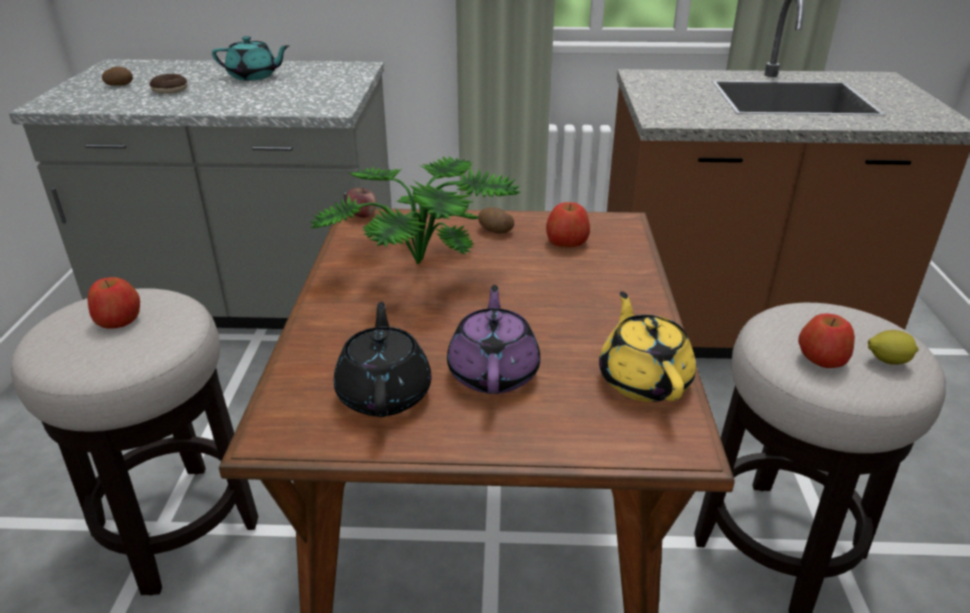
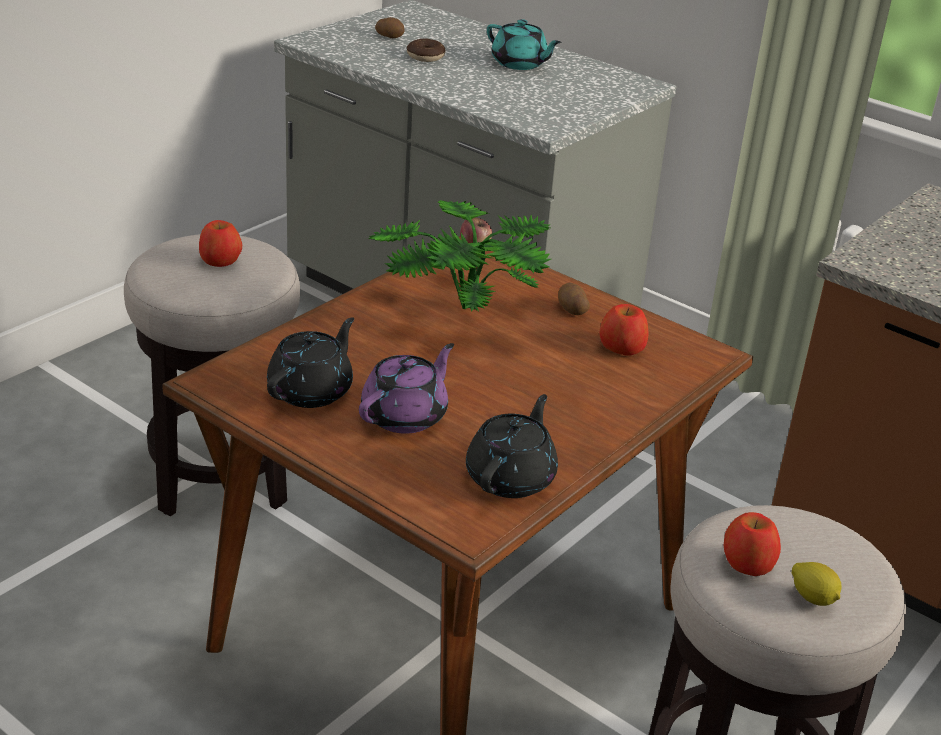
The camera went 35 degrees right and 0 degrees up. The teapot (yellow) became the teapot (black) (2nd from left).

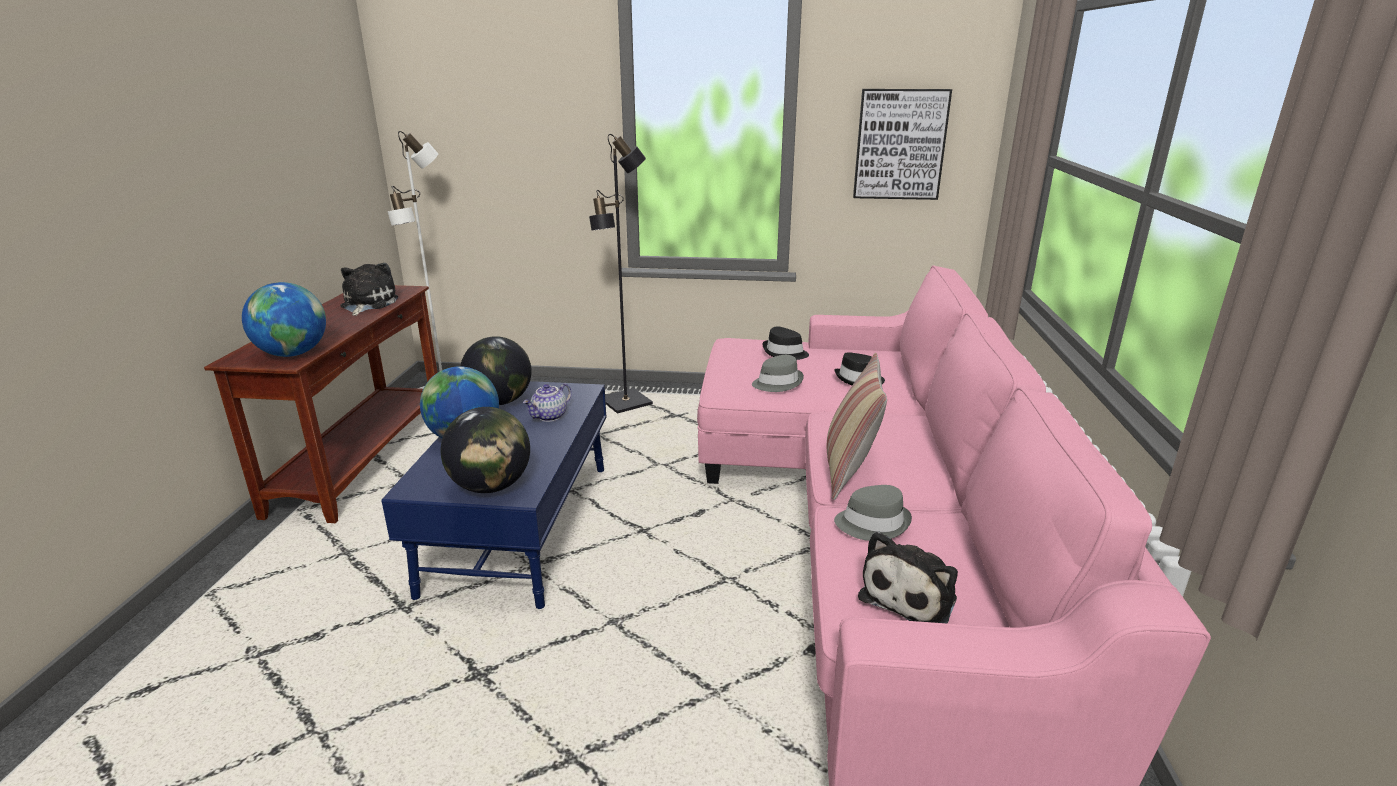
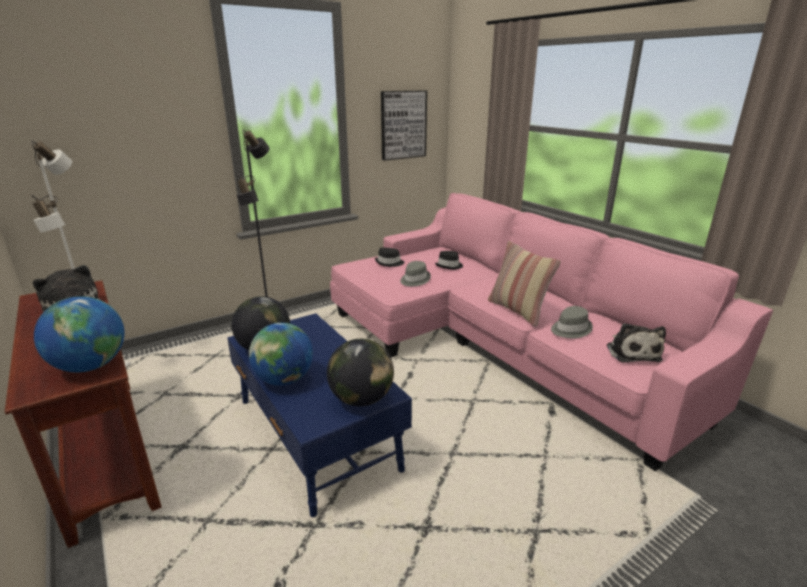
The camera went 40 degrees left and 0 degrees up. The teapot disappeared.

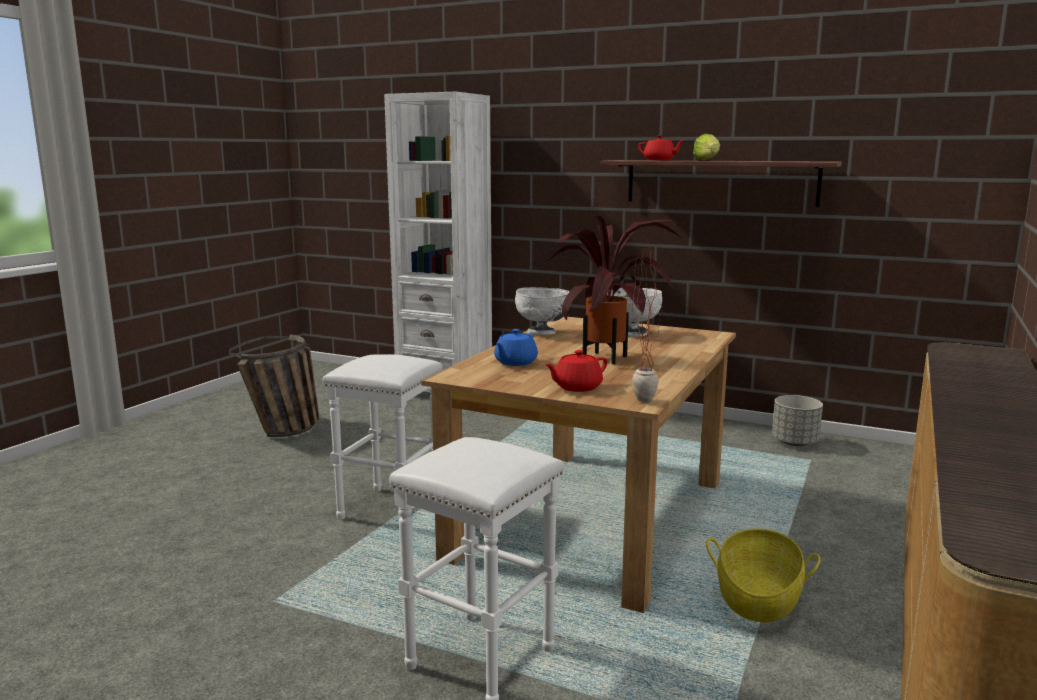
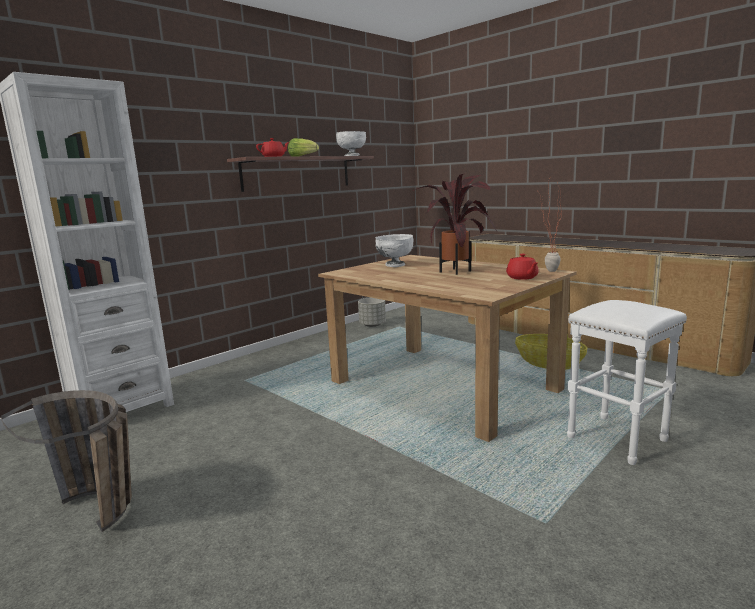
The camera went 70 degrees left and 0 degrees up. The bowl (white) (1st from left) moved. The teapot (blue) disappeared. The stool (white) (1st from left) disappeared.

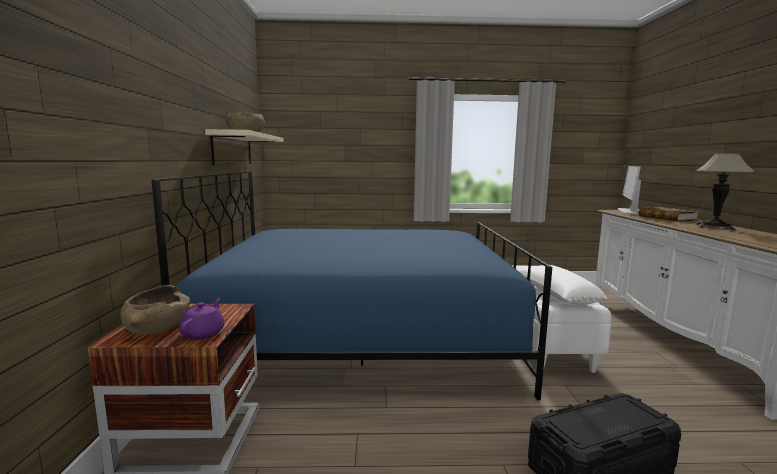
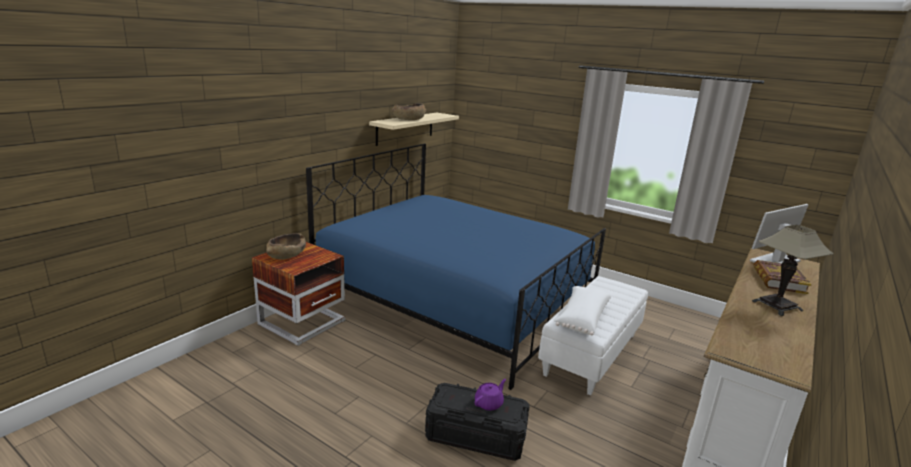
The camera went 35 degrees right and 10 degrees up. The teapot (purple) moved.

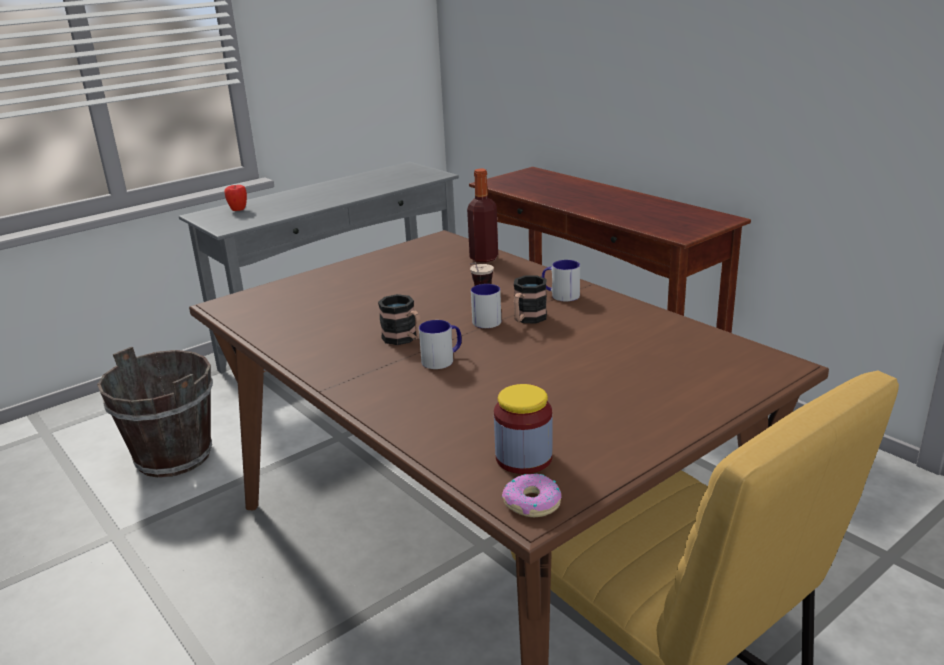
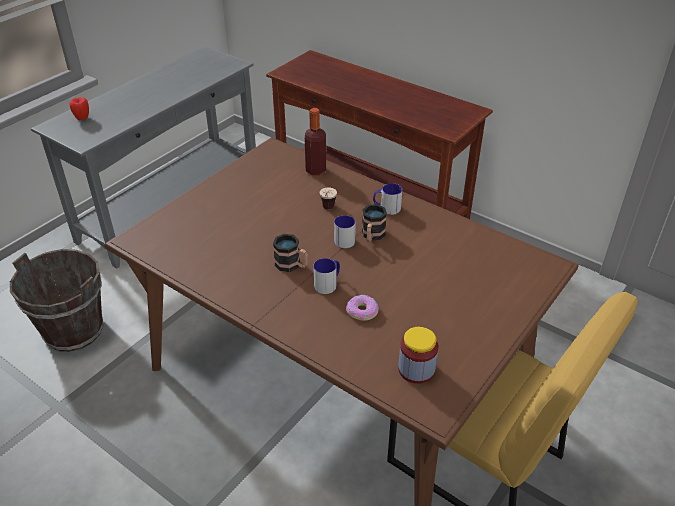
The camera went 15 degrees left and 15 degrees up. The donut moved.

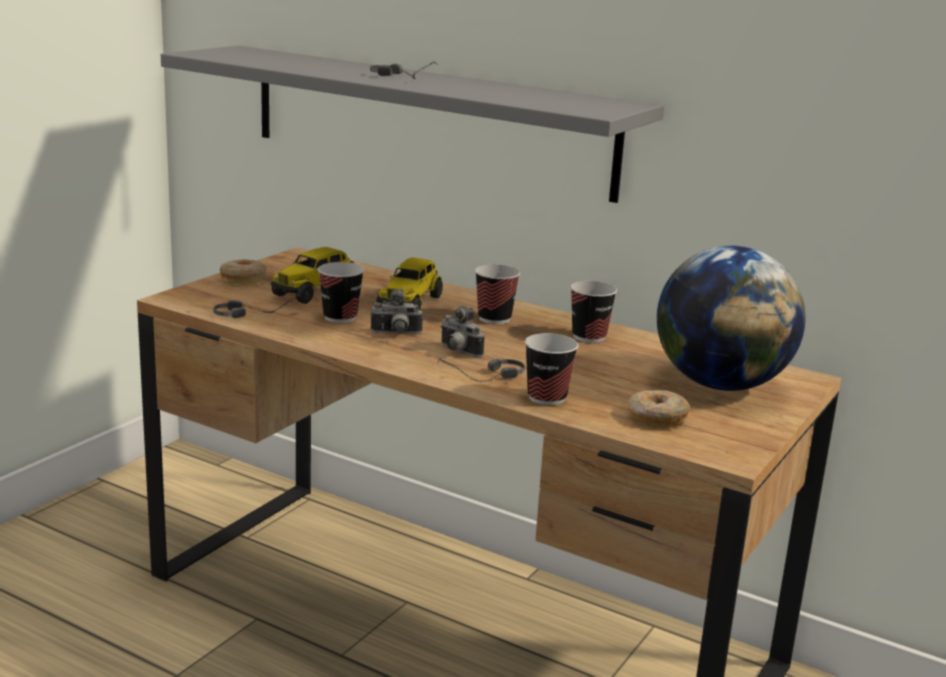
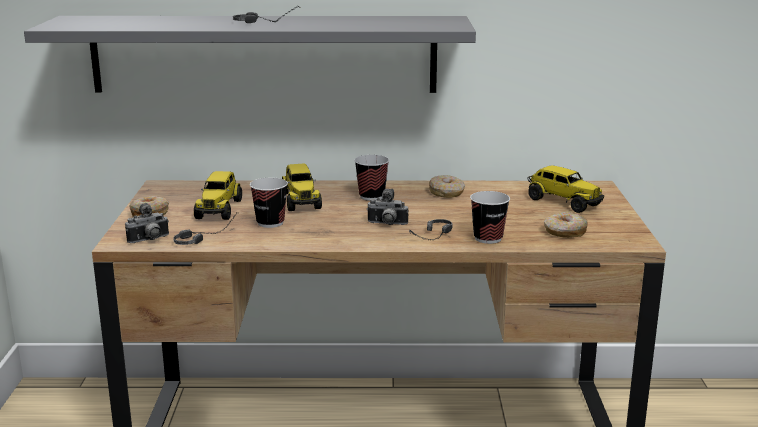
The camera went 30 degrees left and 0 degrees up. The globe was replaced by the toy truck (3rd from left). The cup (4th from left) was replaced by the donut (2nd from left). The photo camera (1st from left) moved.

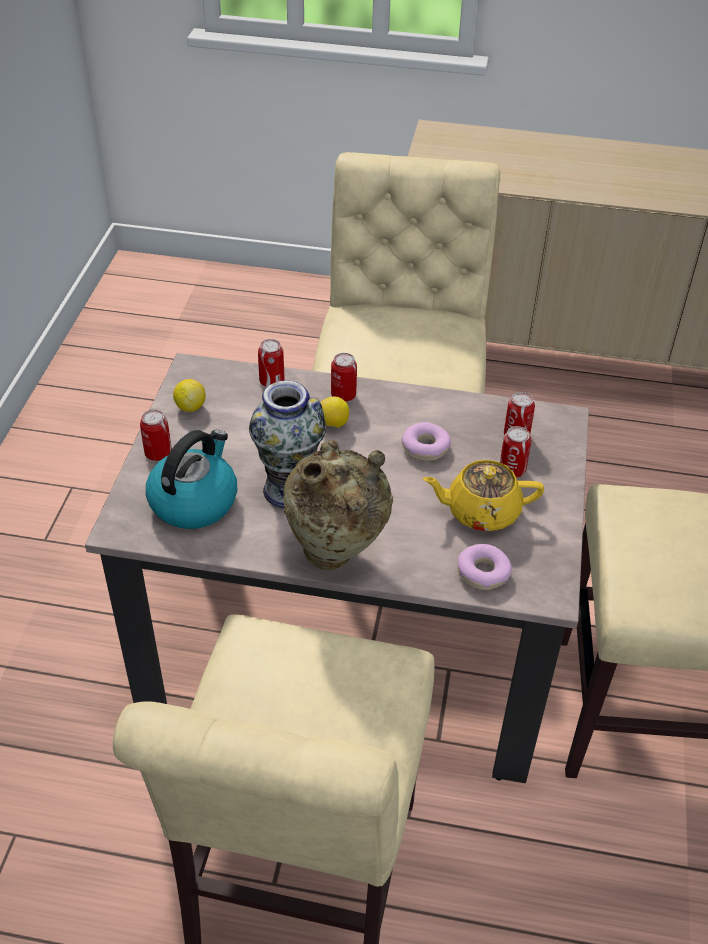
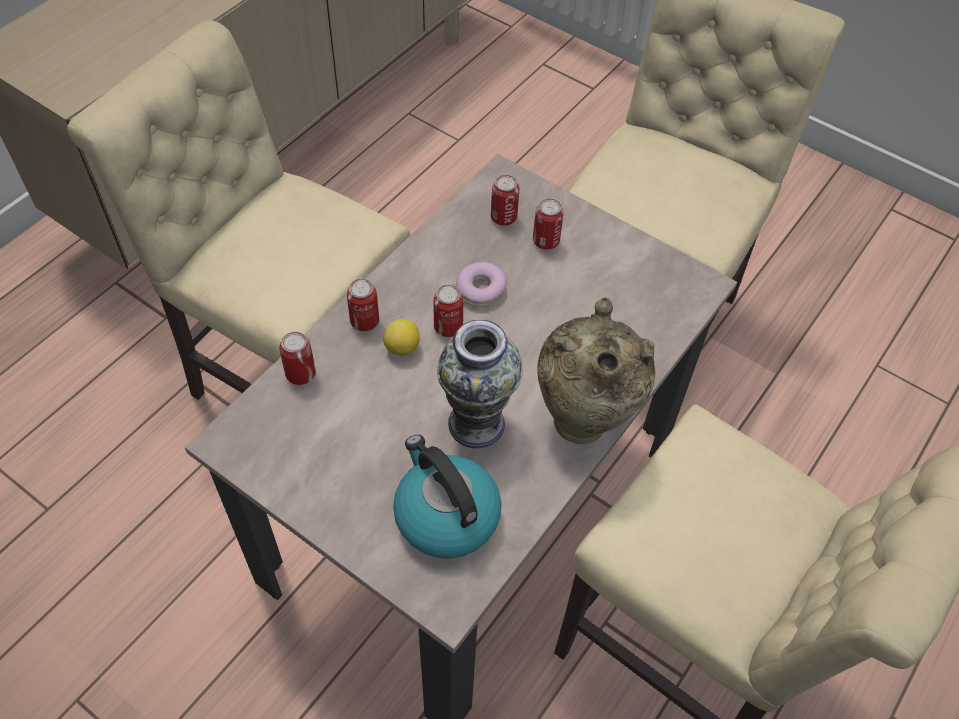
The camera went 65 degrees left and 10 degrees up. The lemon (1st from left) disappeared. The can (1st from left in the first image) moved. The teapot (yellow) disappeared. The donut (2nd from left) disappeared.

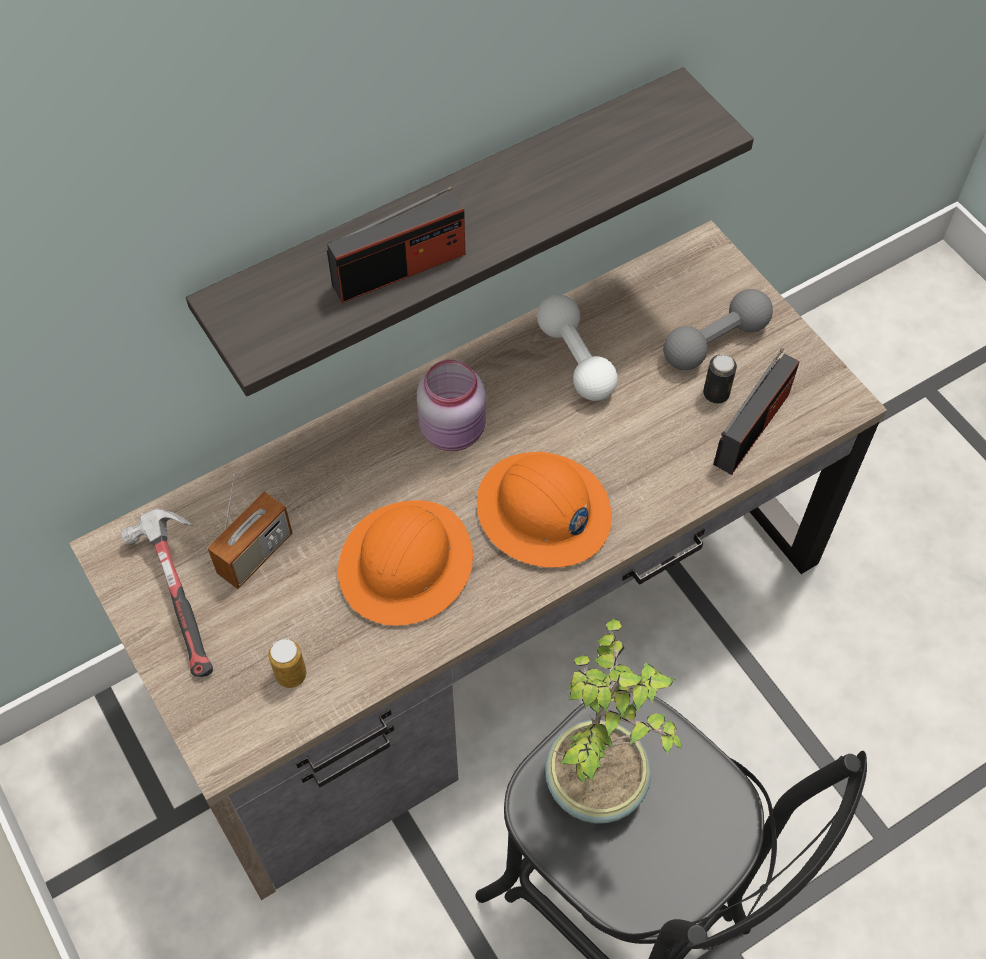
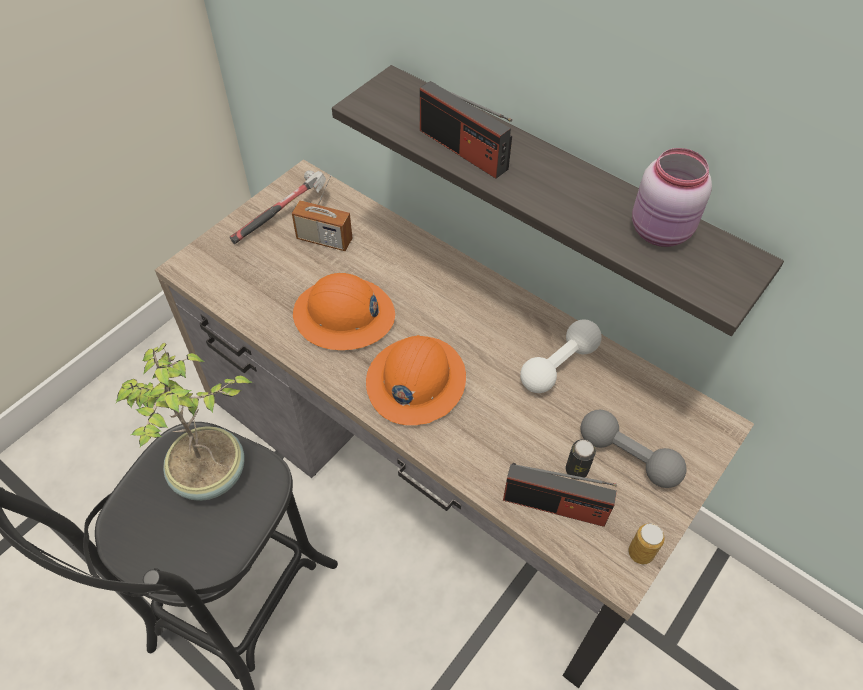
The camera went 70 degrees right and 5 degrees down. The jar (pink) moved. The can (1st from left in the first image) moved.

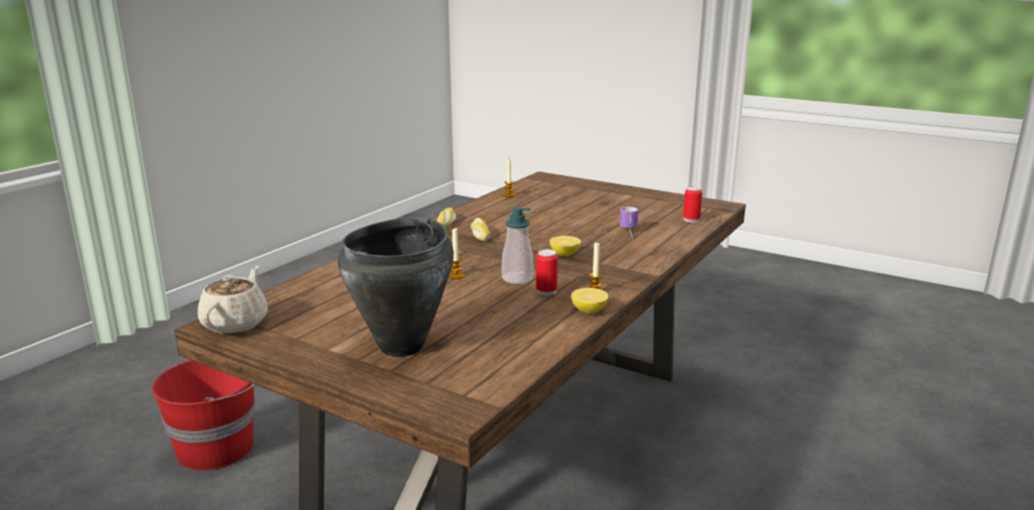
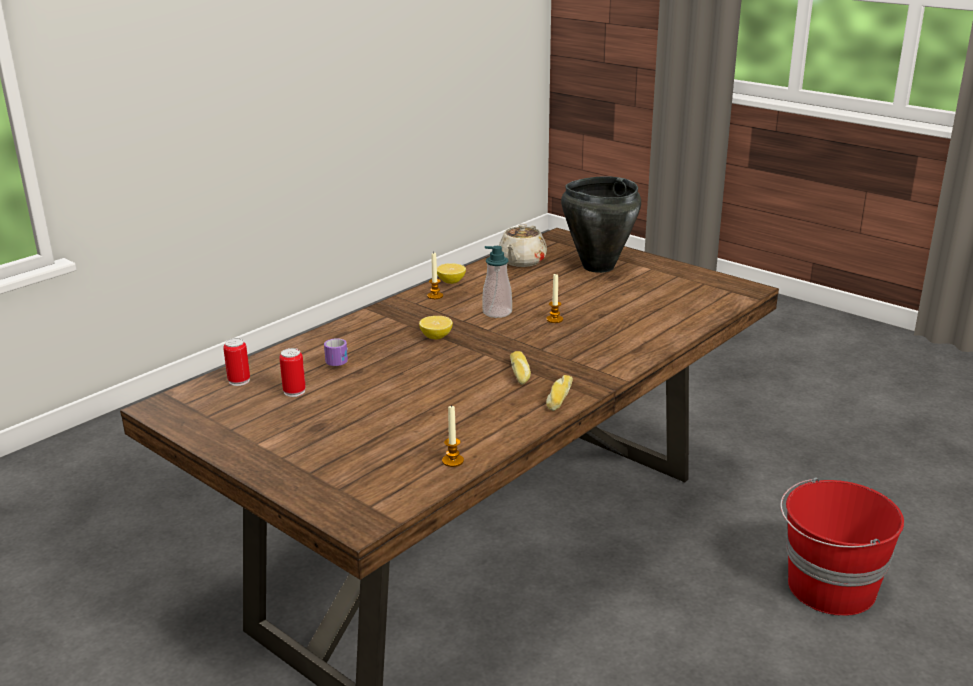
The camera went 170 degrees left and 5 degrees up. The can (1st from left in the first image) moved. The teapot (beige) moved.

